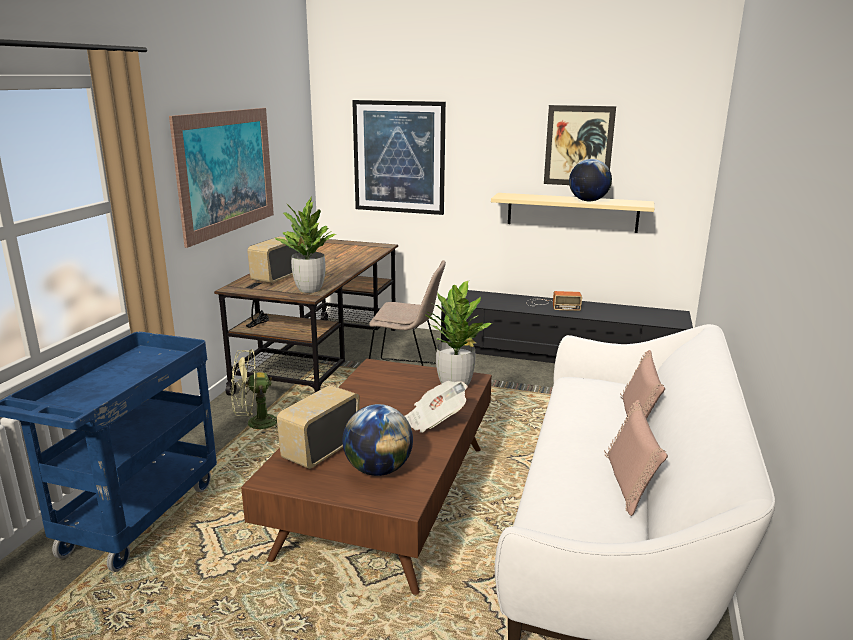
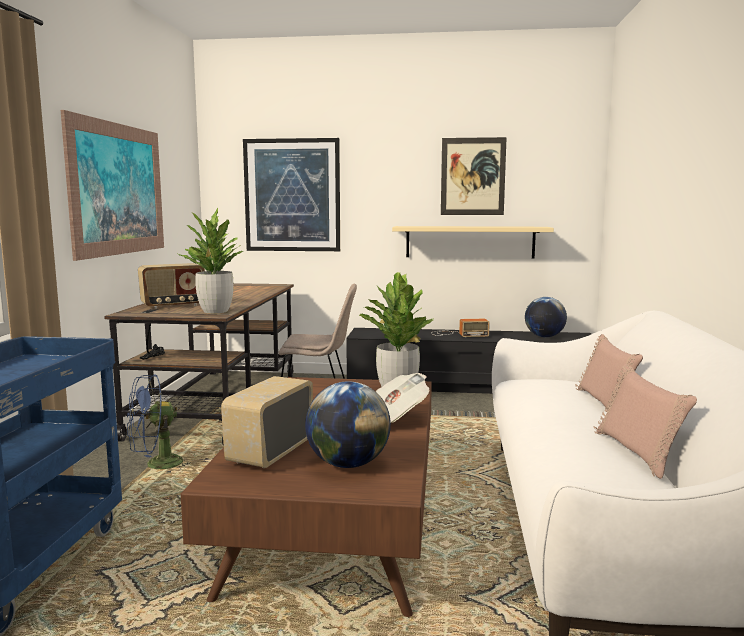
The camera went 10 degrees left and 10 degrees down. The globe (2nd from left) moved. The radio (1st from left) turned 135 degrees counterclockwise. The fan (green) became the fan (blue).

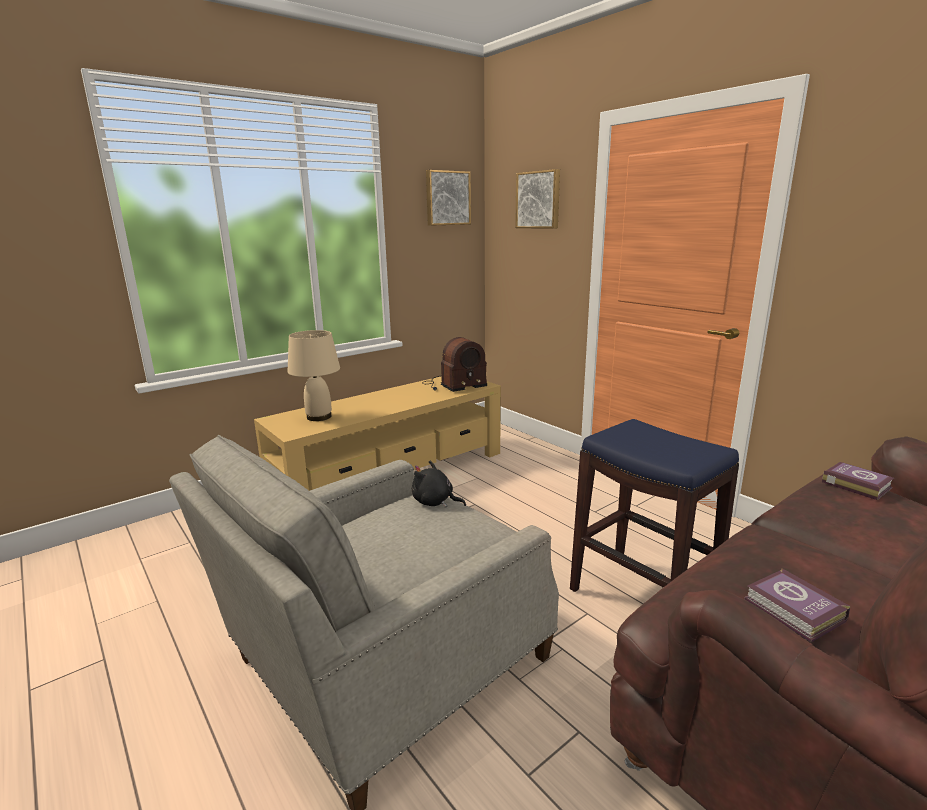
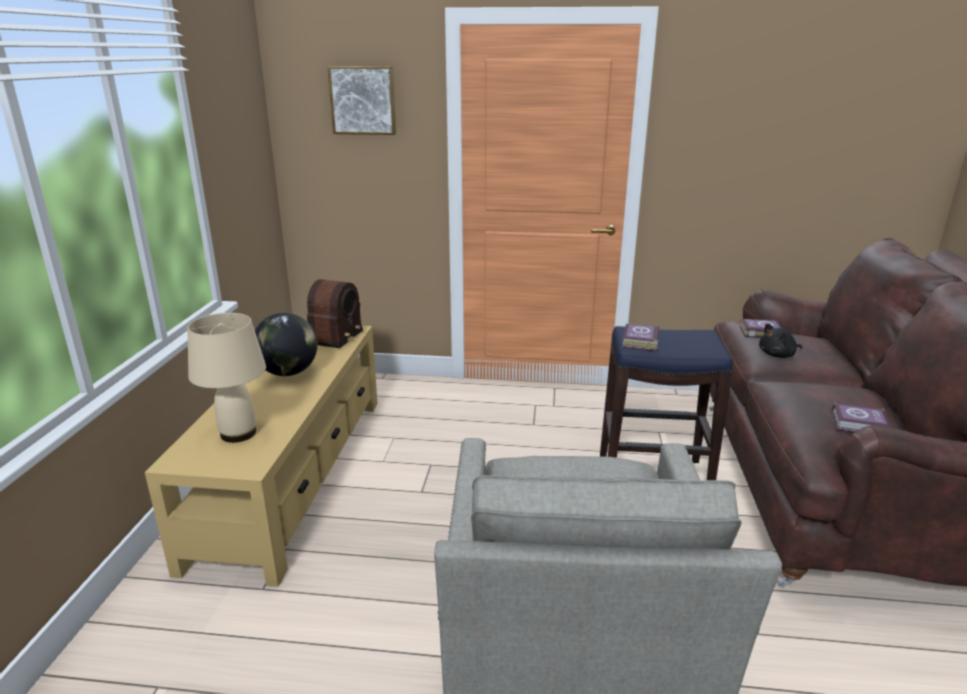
The camera went 45 degrees left and 5 degrees up. The picture (1st from left) disappeared. The plush toy (black) moved. The globe appeared. The book (1st from left) appeared.

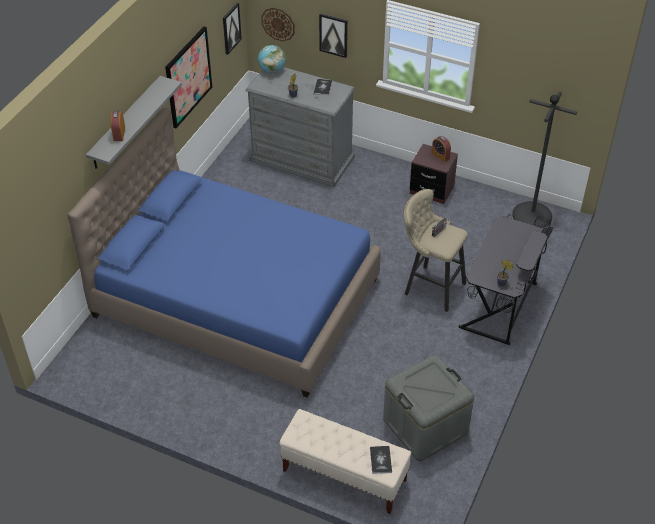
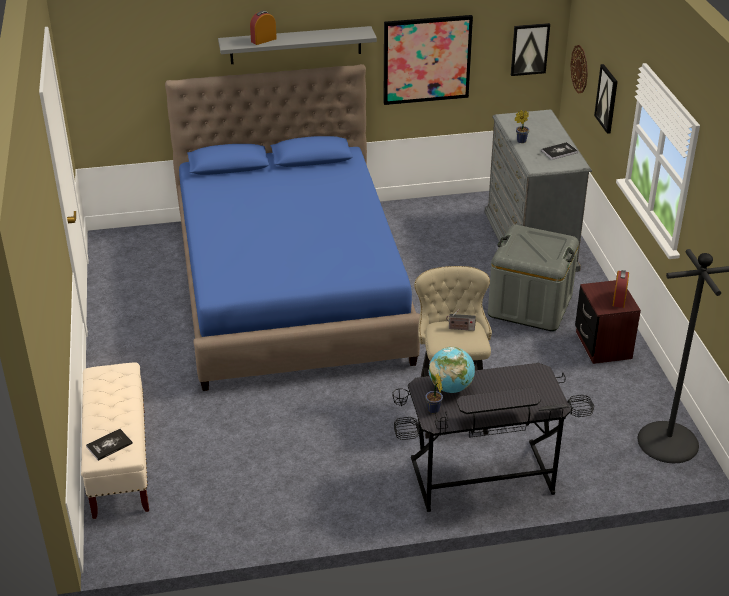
The camera went 55 degrees right and 10 degrees down. The globe moved. The storage box (grey) moved.

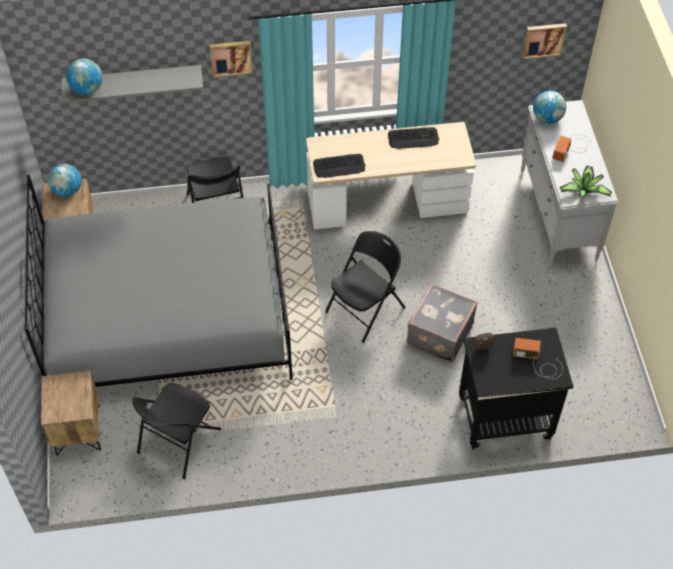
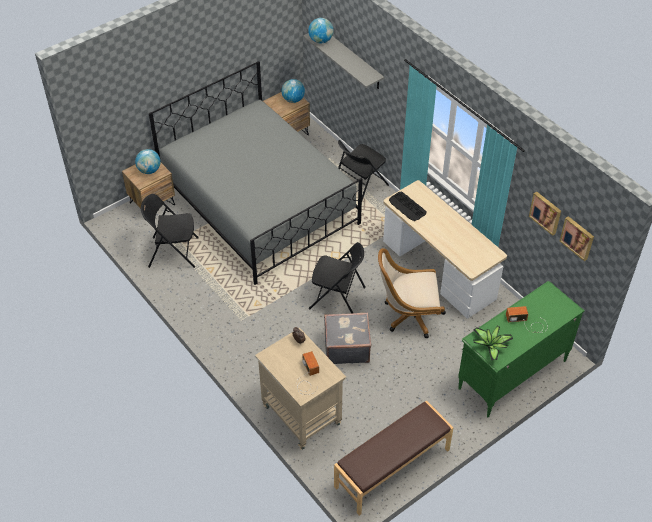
The camera went 60 degrees right and 5 degrees down. The picture (1st from left) moved. The globe (3rd from left in the first image) moved. The dresser (white) became the dresser (green). The keyboard (2nd from left) disappeared. The cart (black) became the cart (beige). The office chair appeared. The bench (brown) appeared.

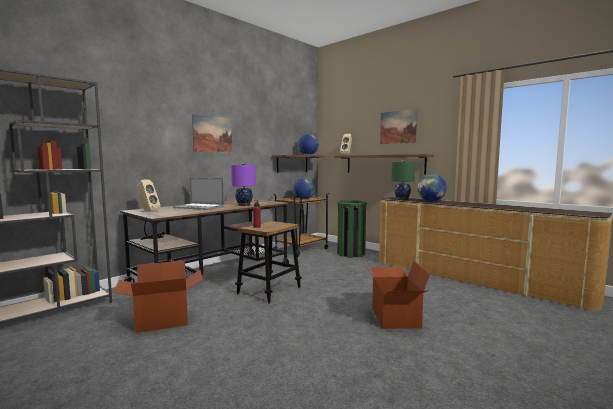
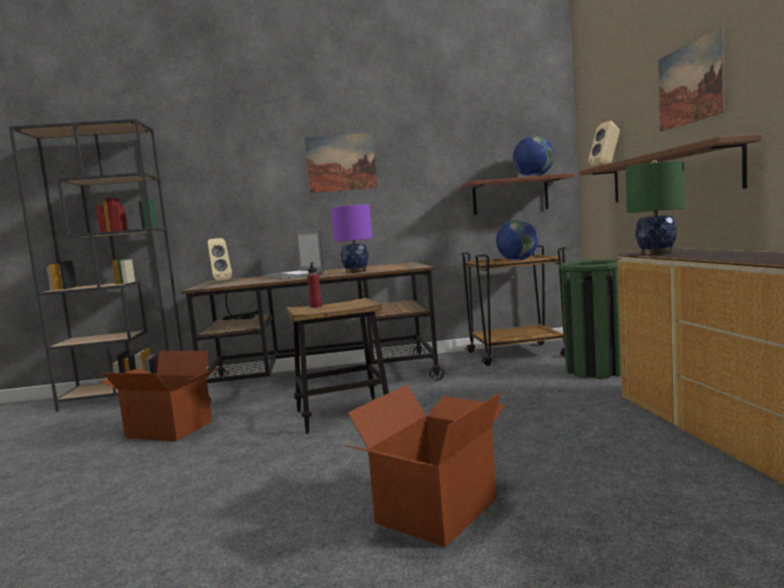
The camera went 40 degrees right and 0 degrees up. The globe (3rd from left) disappeared.

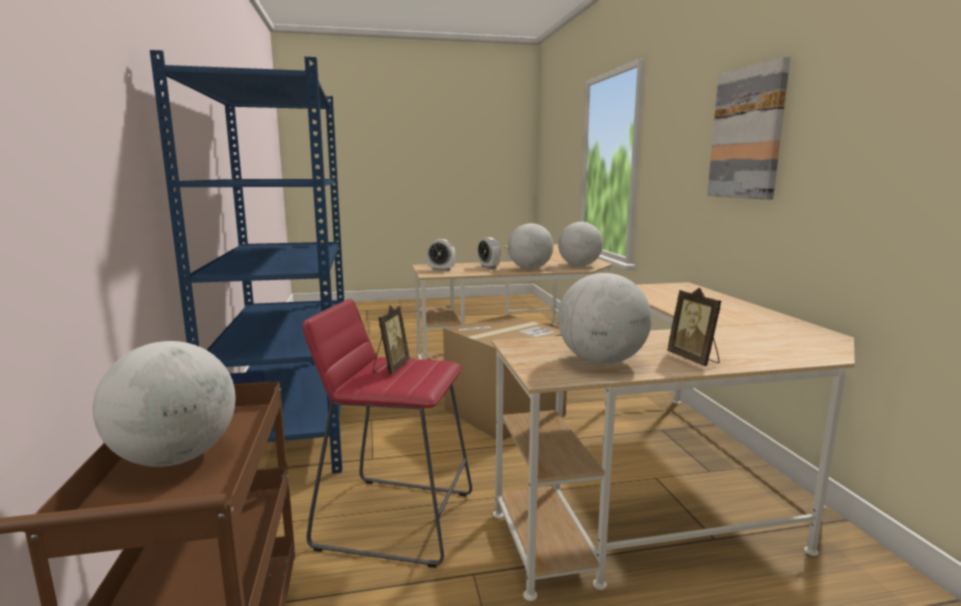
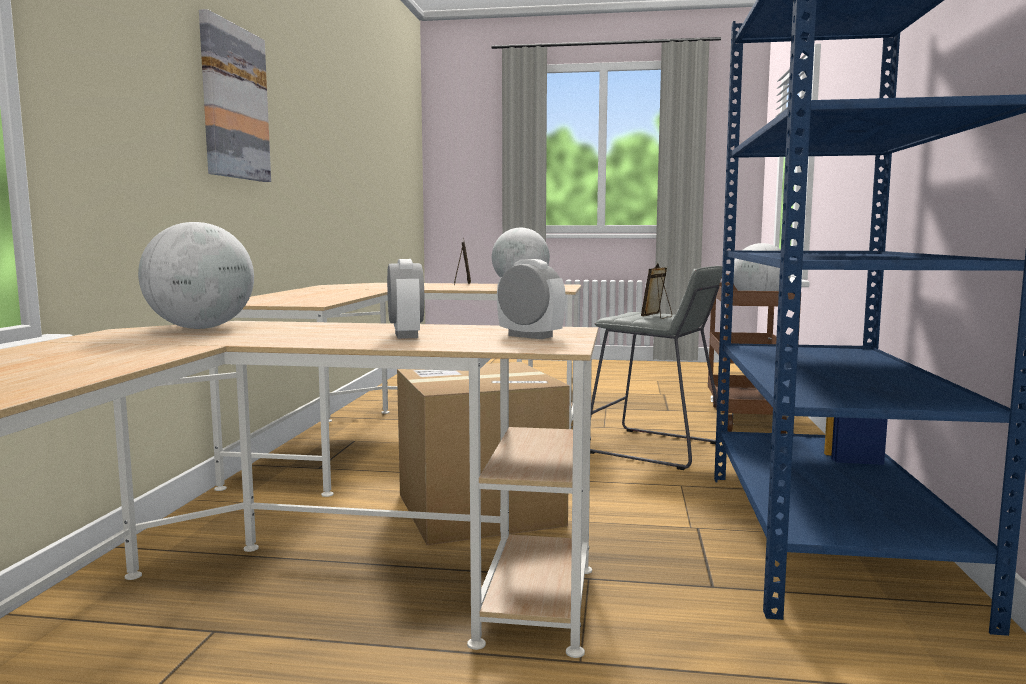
The camera went 160 degrees left and 5 degrees down. The globe (2nd from left) disappeared. The stool (red) became the stool (grey).

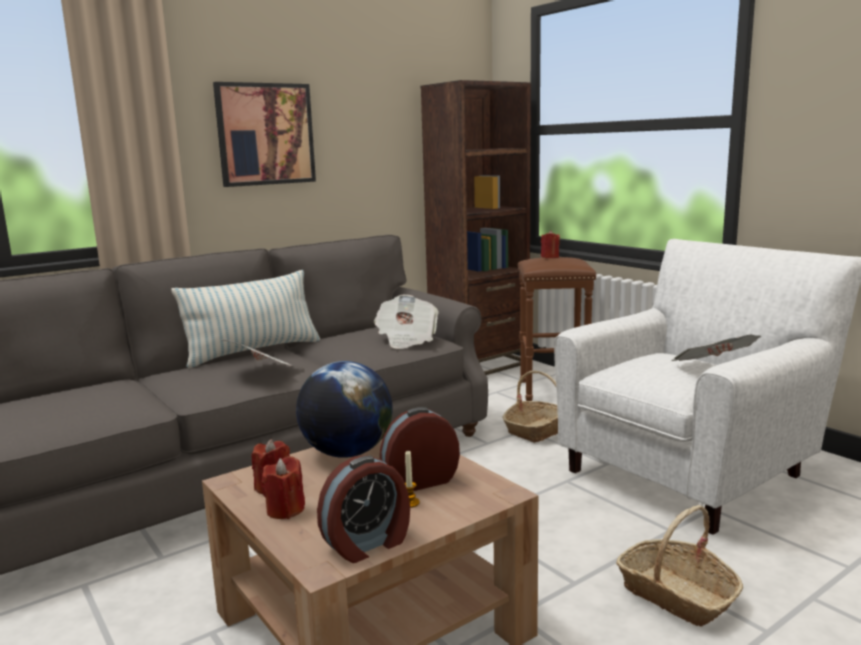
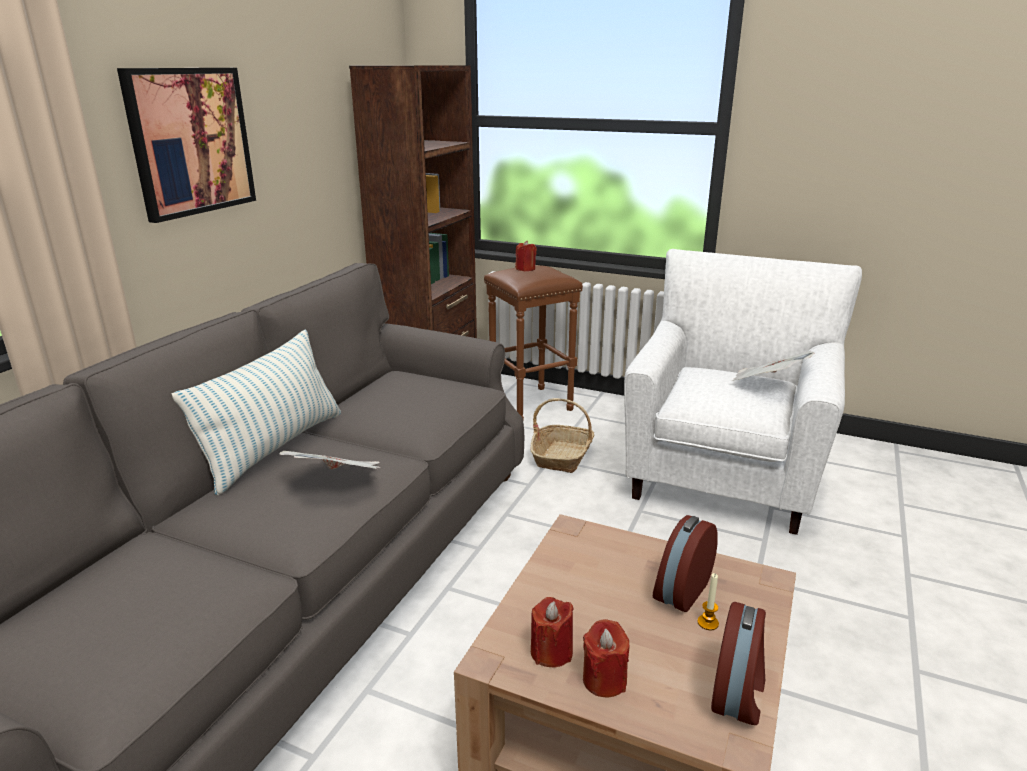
The camera went 30 degrees left and 10 degrees up. The newspaper (2nd from left) disappeared. The globe disappeared. The basket (2nd from left) disappeared.

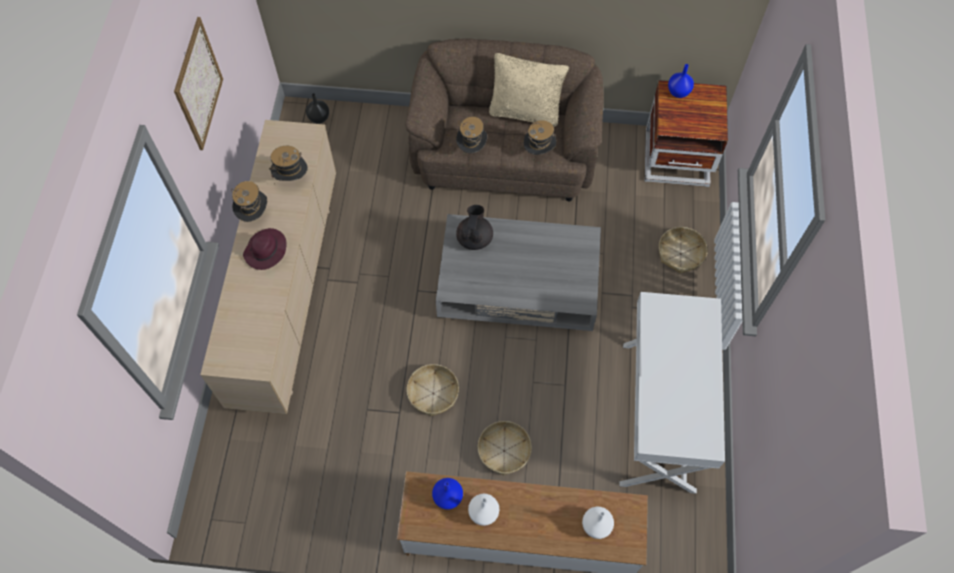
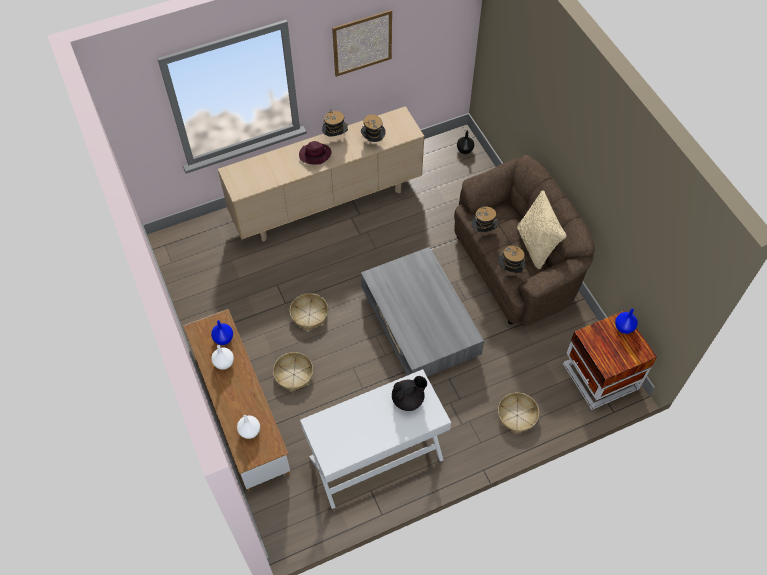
The camera went 60 degrees right and 5 degrees down. The teapot (black) moved.

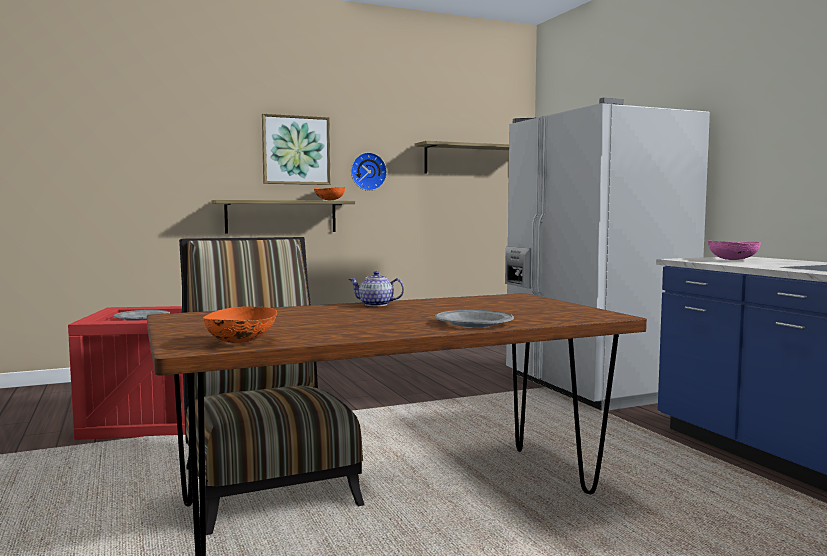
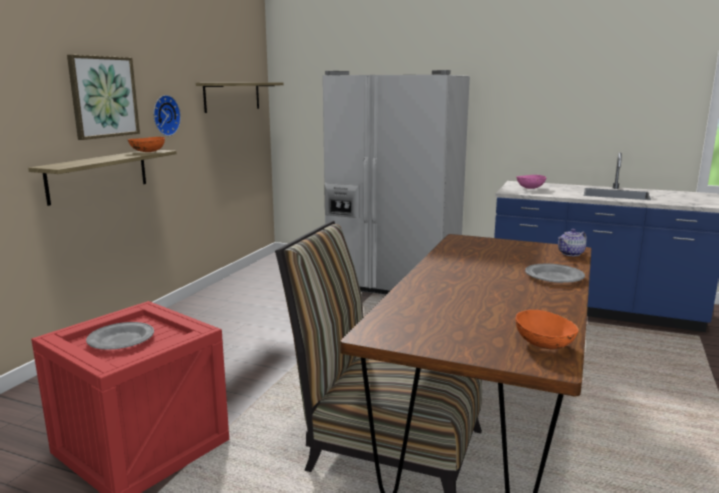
The camera went 45 degrees left and 10 degrees up. The teapot moved.

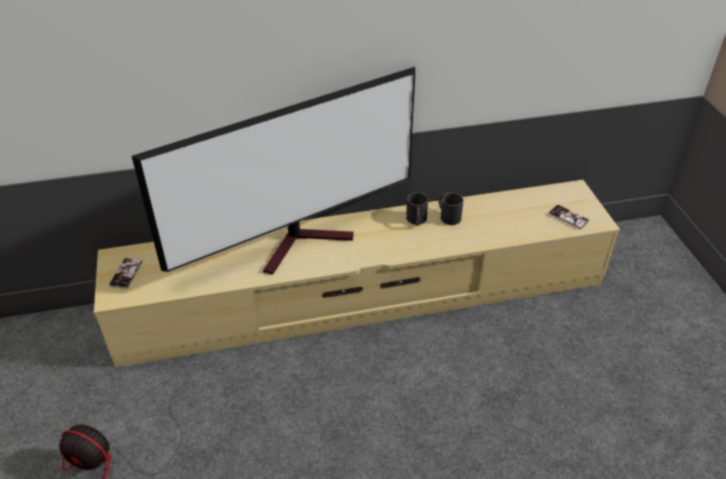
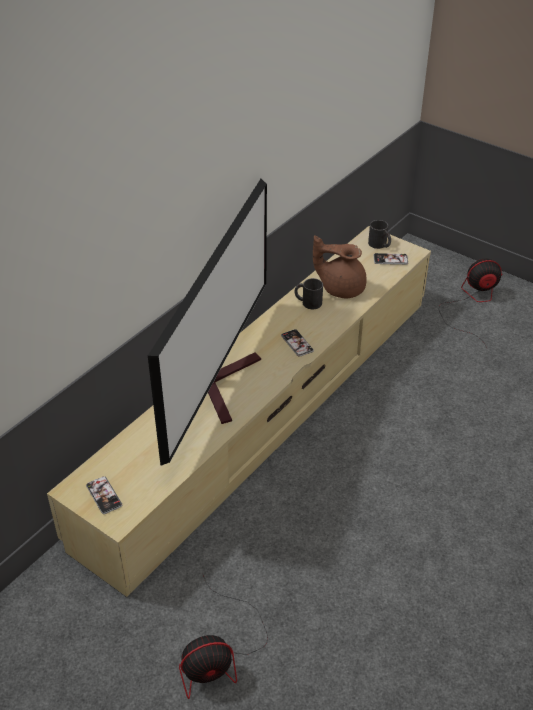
The camera went 40 degrees left and 0 degrees up. The mug (black) (1st from left in the first image) moved. The teapot (brown) appeared. The fan (2nd from left) appeared. The phone (2nd from left) appeared.

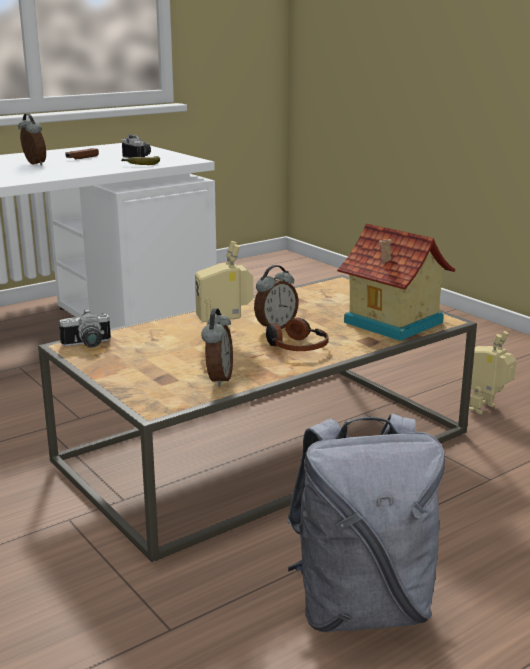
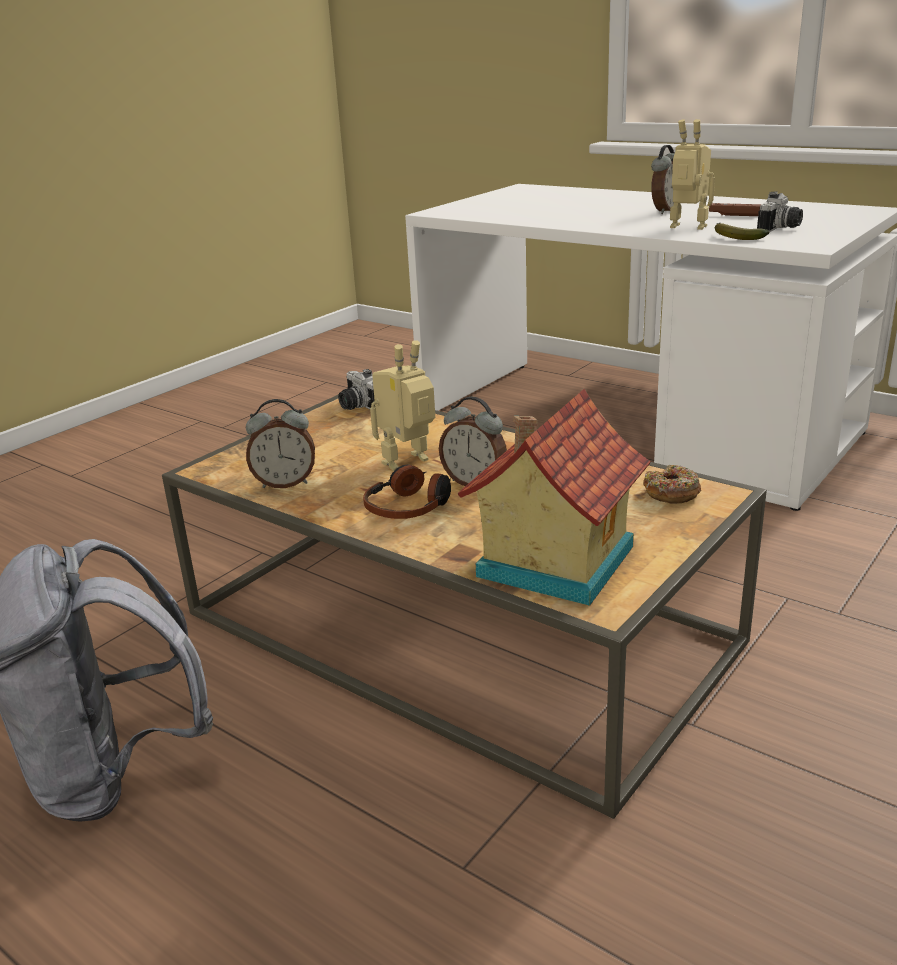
The camera went 75 degrees right and 5 degrees up. The toy robot (2nd from left) moved. The donut appeared.

